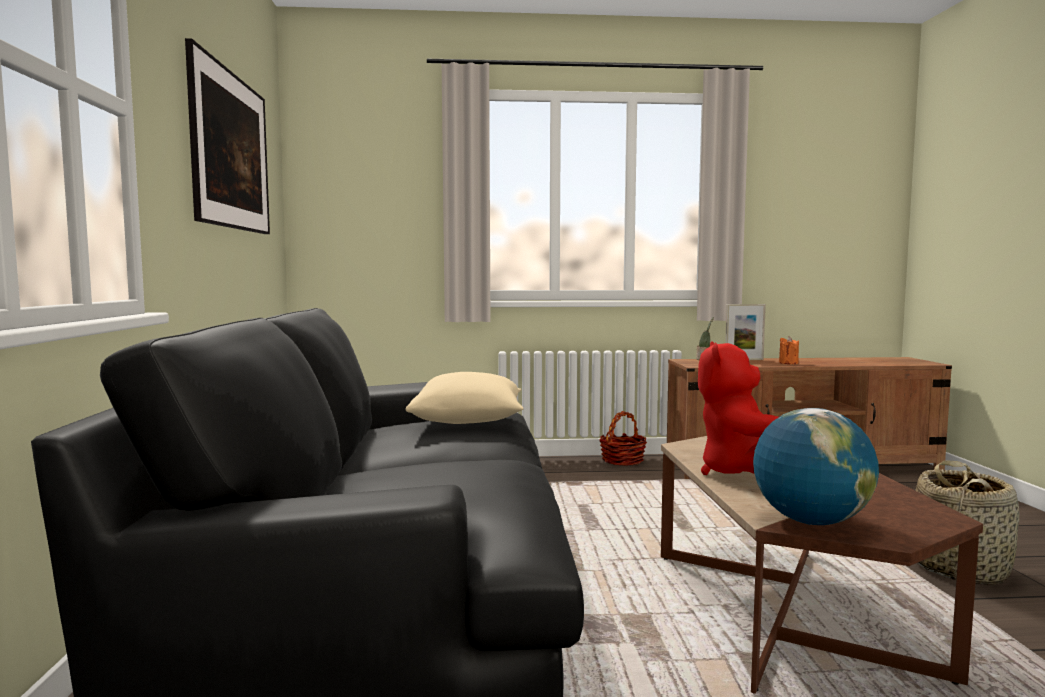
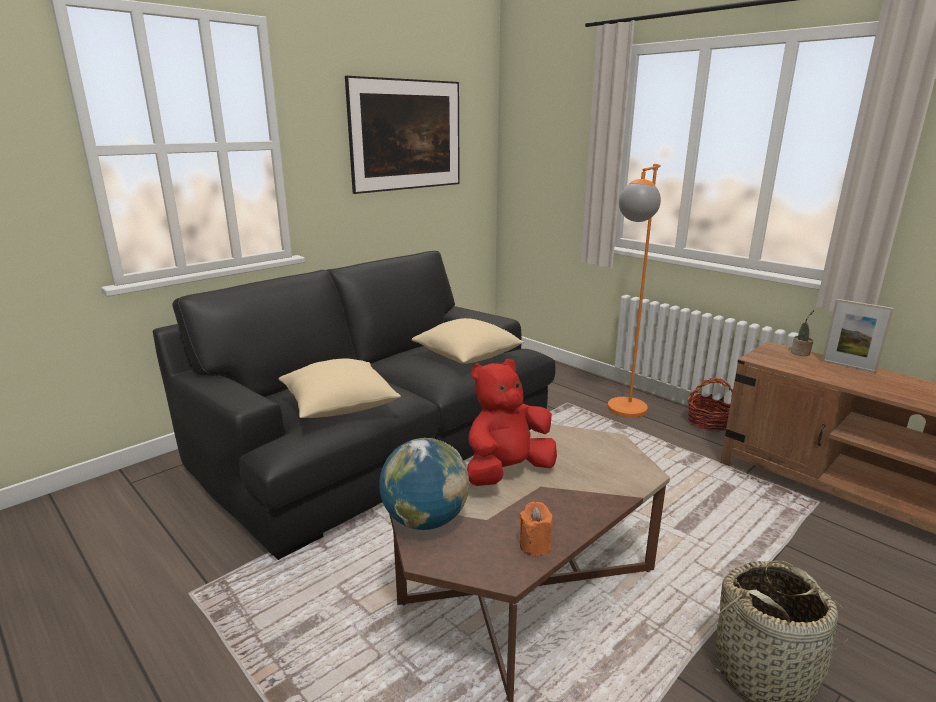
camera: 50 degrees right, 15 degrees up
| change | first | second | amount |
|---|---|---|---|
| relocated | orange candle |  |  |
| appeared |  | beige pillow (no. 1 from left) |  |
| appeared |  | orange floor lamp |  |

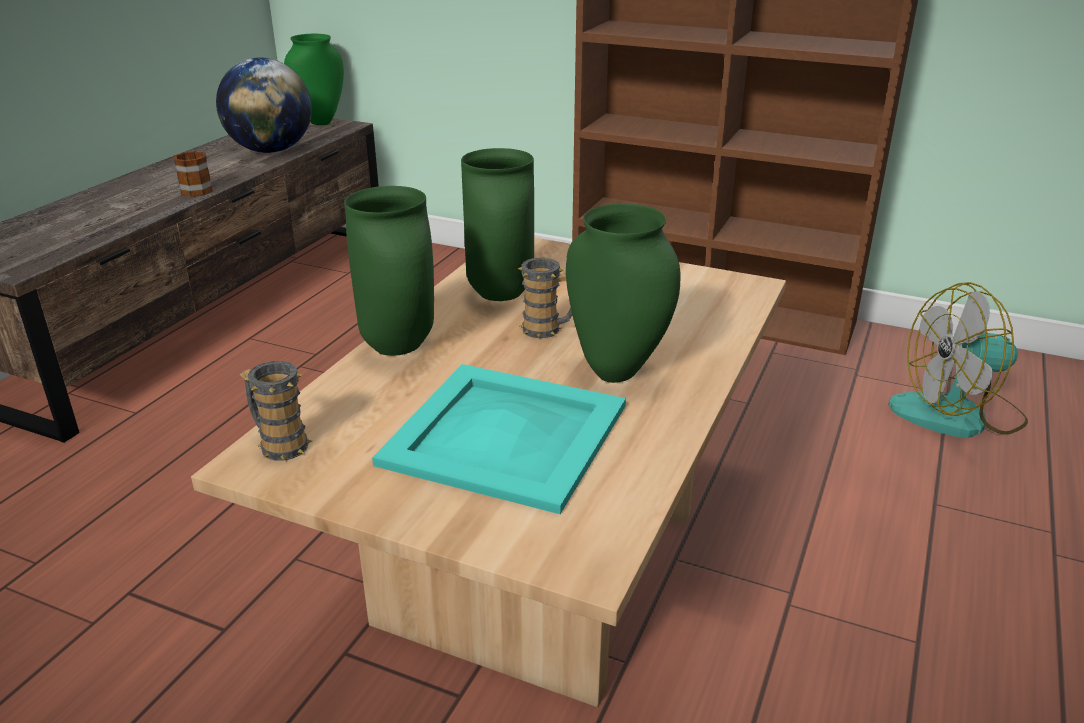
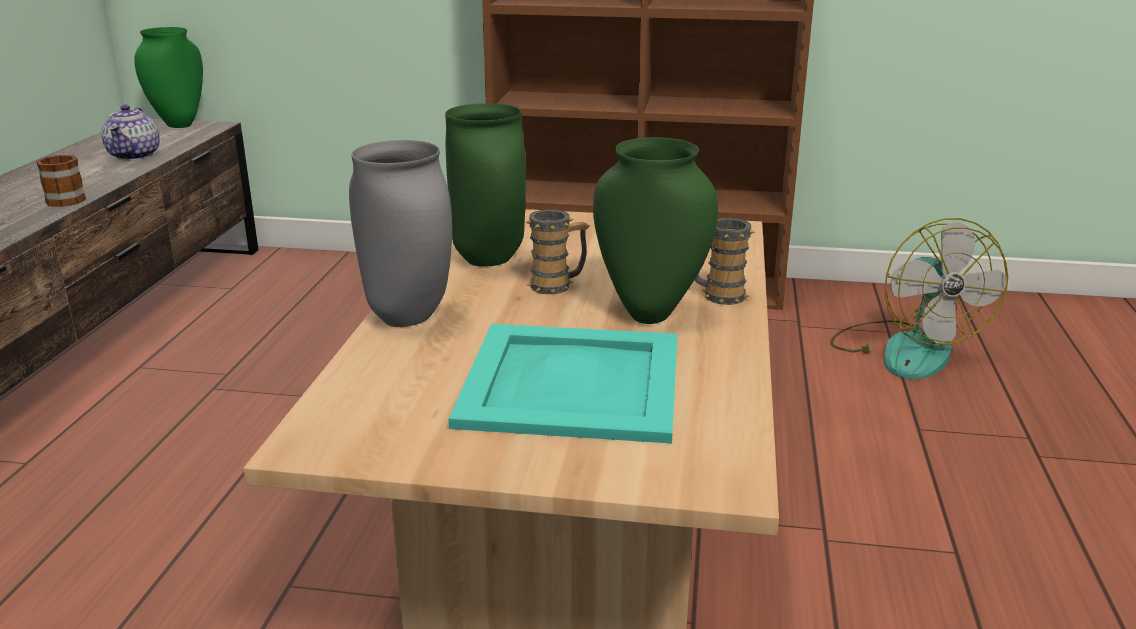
camera: 15 degrees left, 5 degrees down
| change | first | second | amount |
|---|---|---|---|
| exchanged | globe | teapot |  |
| relocated | mug (no. 2 from left in the first image) | mug (no. 3 from left) |  |
| colour | green vase (no. 2 from left) | grey vase |  |
| spun | fan |  | 75 degrees counterclockwise |

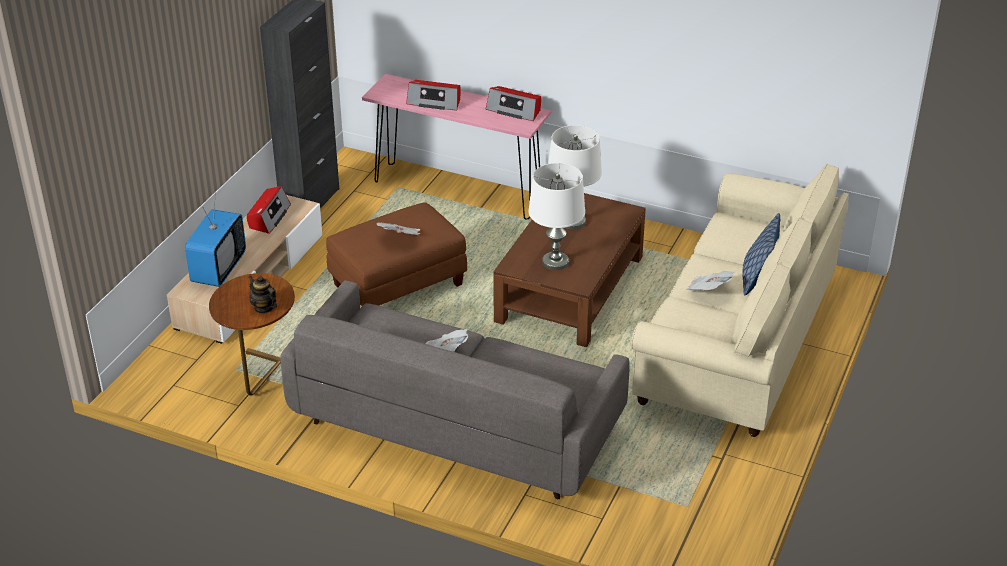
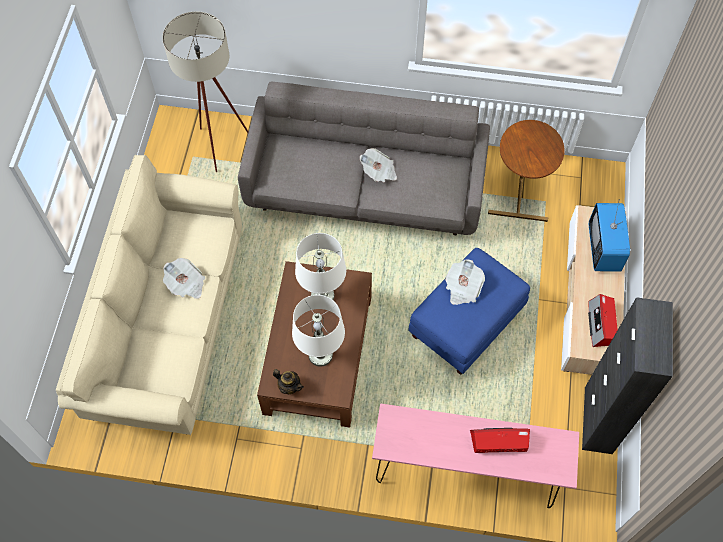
camera: 165 degrees right, 25 degrees up
| change | first | second | amount |
|---|---|---|---|
| relocated | teapot |  |  |
| colour | brown ottoman | blue ottoman |  |
| missing | radio (no. 3 from left) |  |  |
| missing | pillow |  |  |
| appeared |  | beige floor lamp |  |

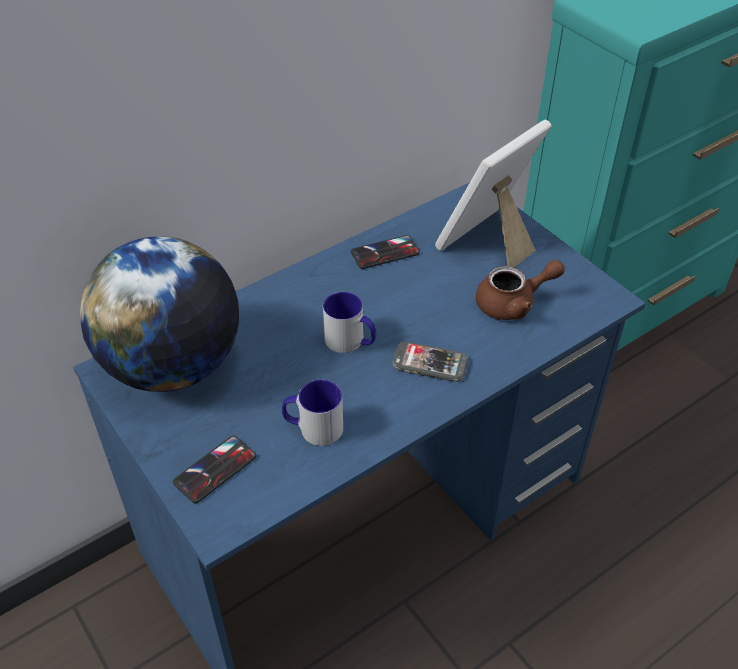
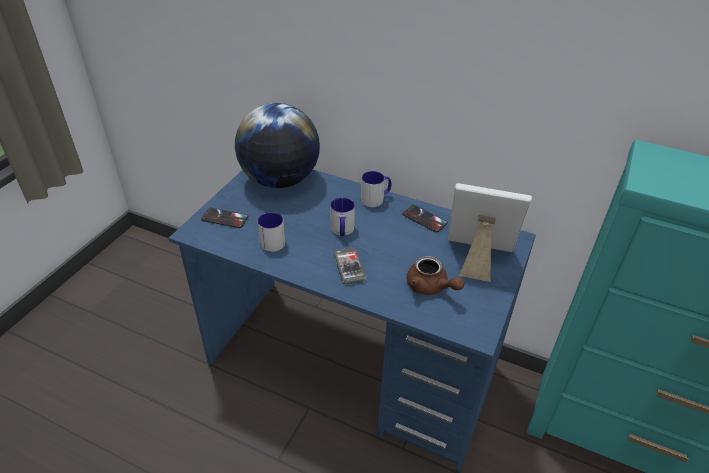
camera: 60 degrees right, 5 degrees down
| change | first | second | amount |
|---|---|---|---|
| appeared |  | mug (no. 3 from left) |  |

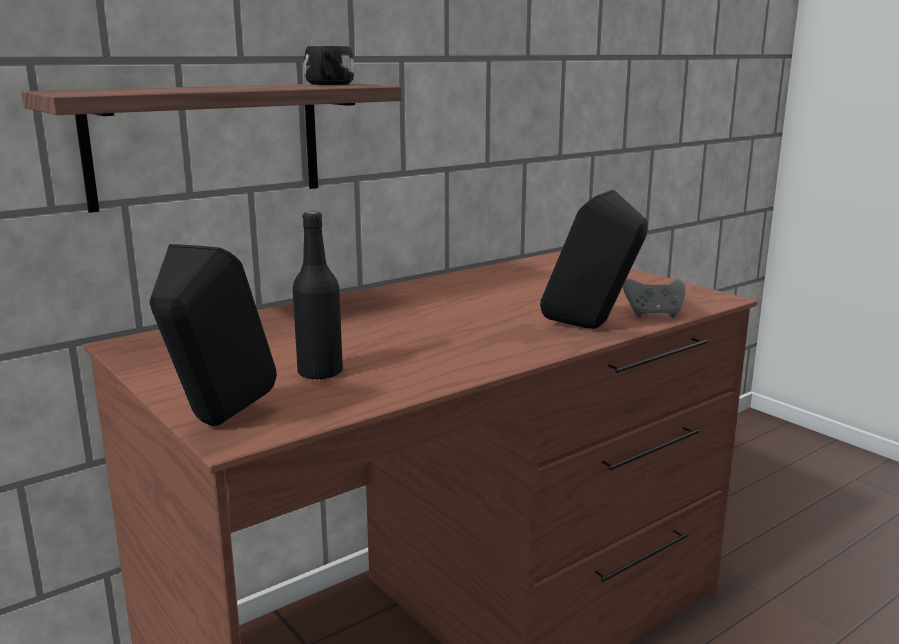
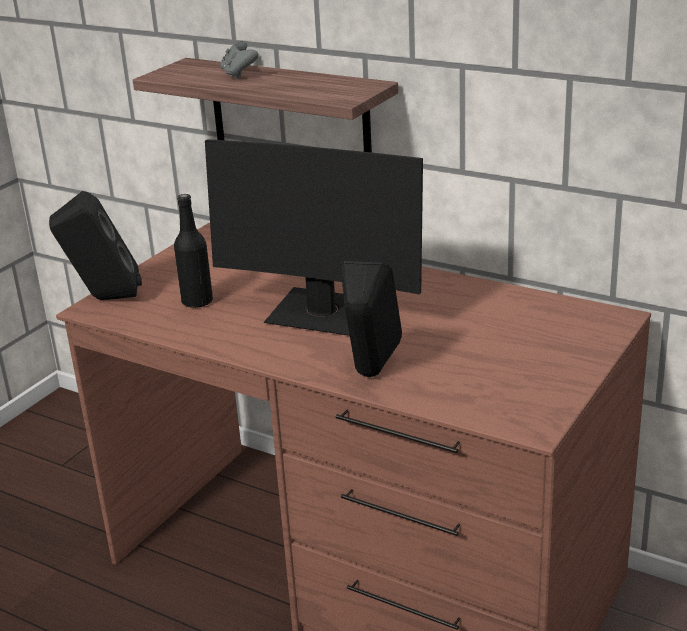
camera: 70 degrees right, 10 degrees up
| change | first | second | amount |
|---|---|---|---|
| missing | black mug |  |  |
| relocated | grey game controller |  |  |
| appeared |  | monitor |  |

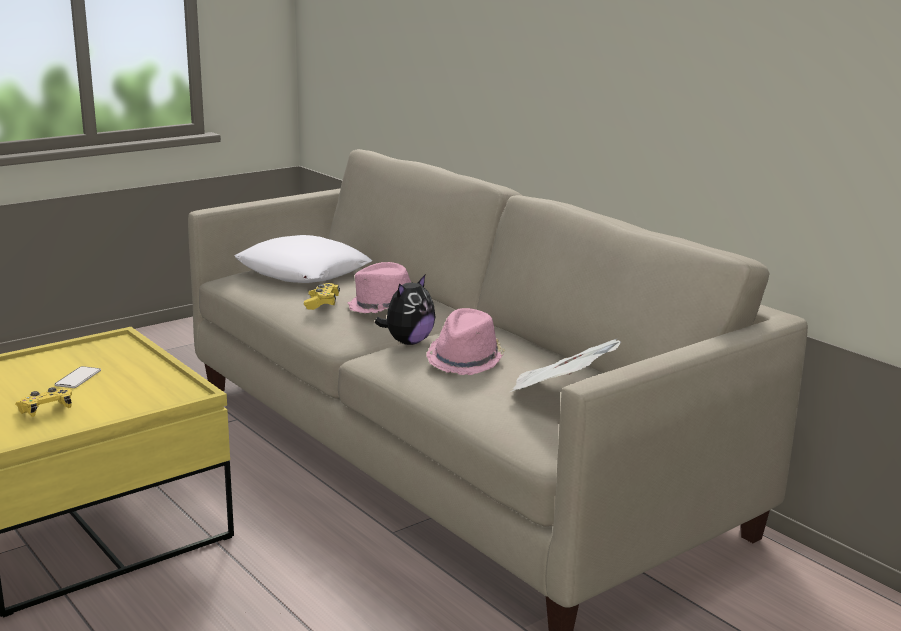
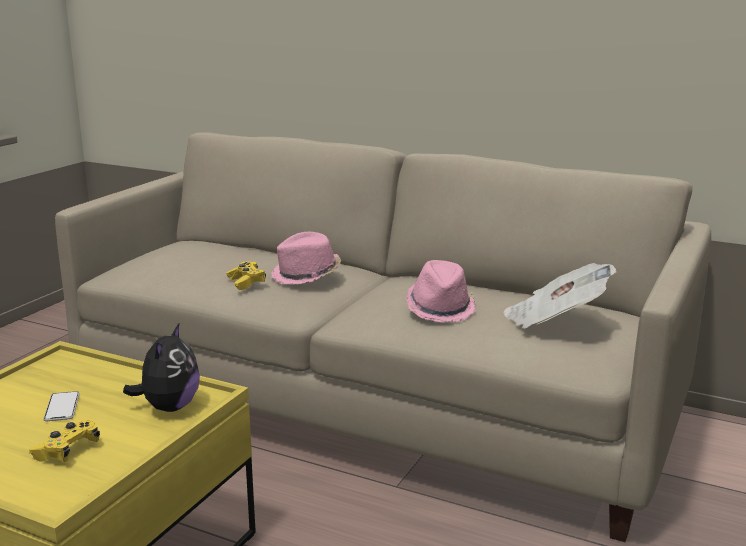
camera: 25 degrees left, 0 degrees up
| change | first | second | amount |
|---|---|---|---|
| missing | white pillow |  |  |
| relocated | plush toy |  |  |

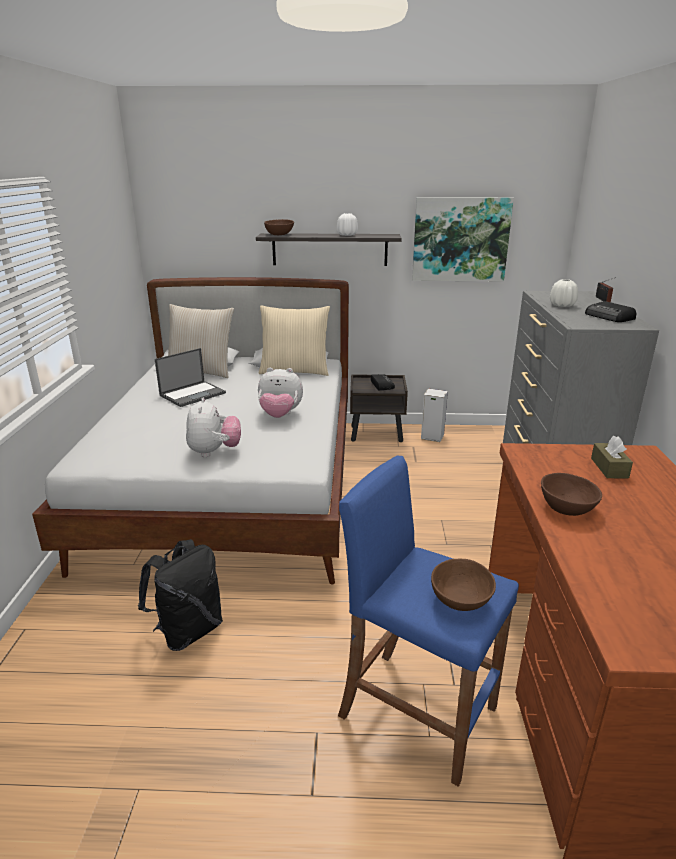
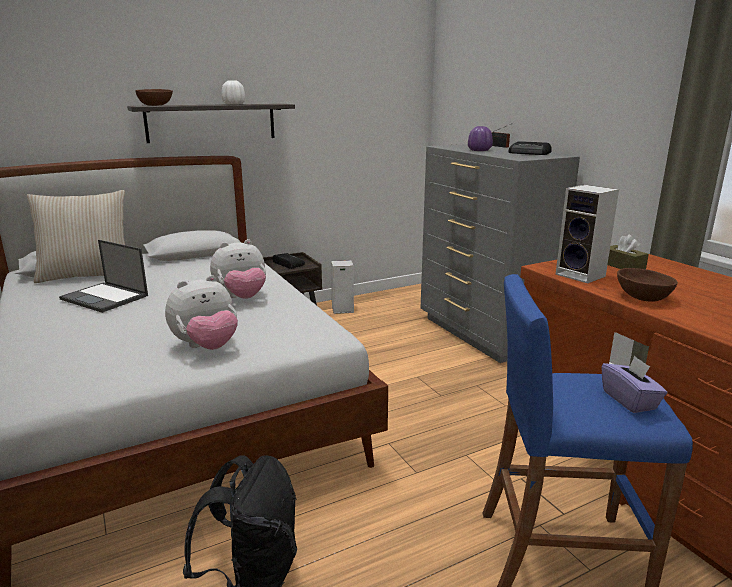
camera: 30 degrees left, 5 degrees down
| change | first | second | amount |
|---|---|---|---|
| spun | laptop |  | 105 degrees clockwise |
| spun | plush toy (no. 1 from left) |  | 90 degrees clockwise |
| missing | beige pillow (no. 2 from left) |  |  |
| missing | picture |  |  |
| exchanged | brown bowl (no. 2 from left) | purple tissue box |  |
| colour | white vase (no. 2 from left) | purple vase |  |
| appeared |  | speaker (no. 2 from left) |  |

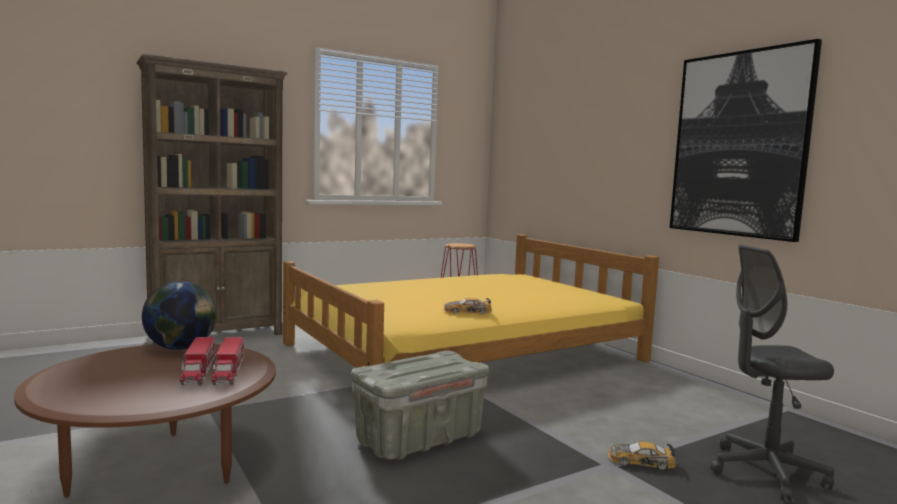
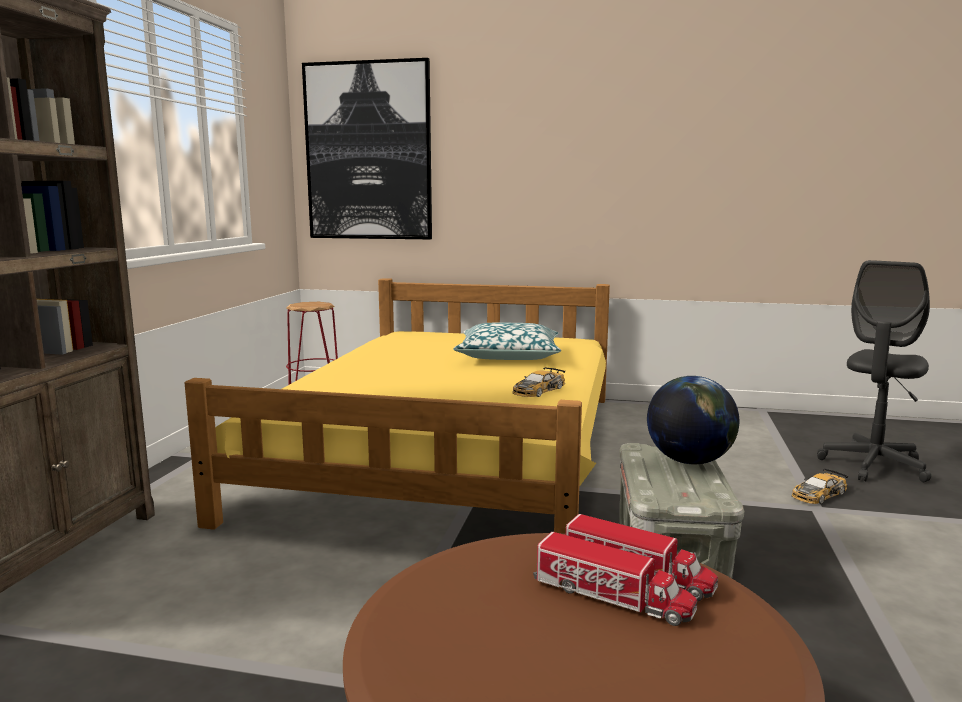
camera: 45 degrees left, 5 degrees up
| change | first | second | amount |
|---|---|---|---|
| relocated | globe |  |  |
| relocated | picture |  |  |
| appeared |  | pillow |  |

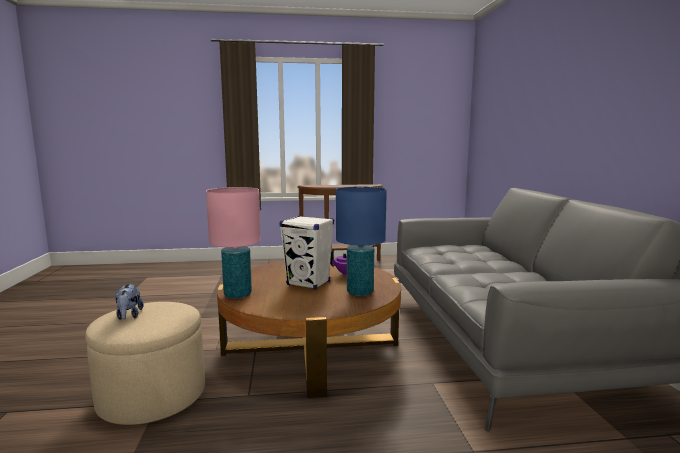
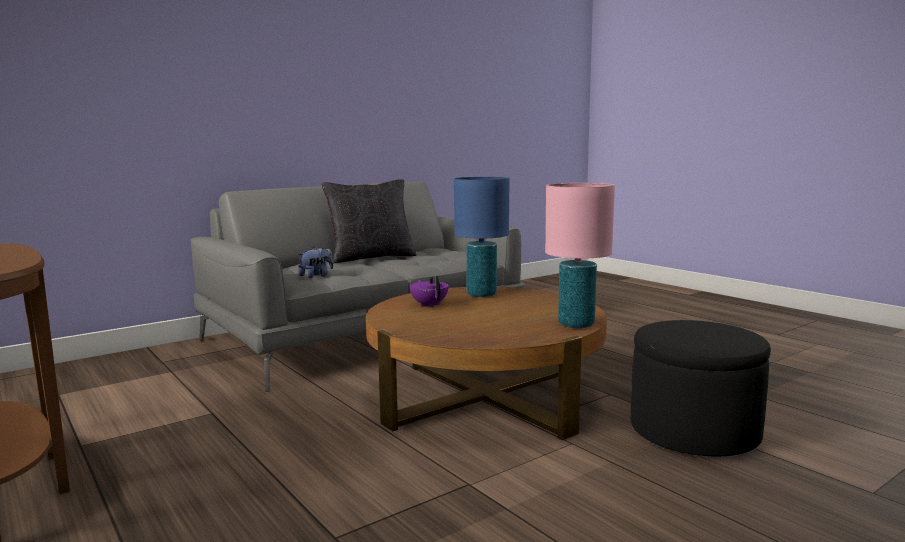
camera: 120 degrees left, 0 degrees up
| change | first | second | amount |
|---|---|---|---|
| colour | beige ottoman | black ottoman |  |
| relocated | plush toy |  |  |
| missing | white speaker |  |  |
| appeared |  | black pillow |  |

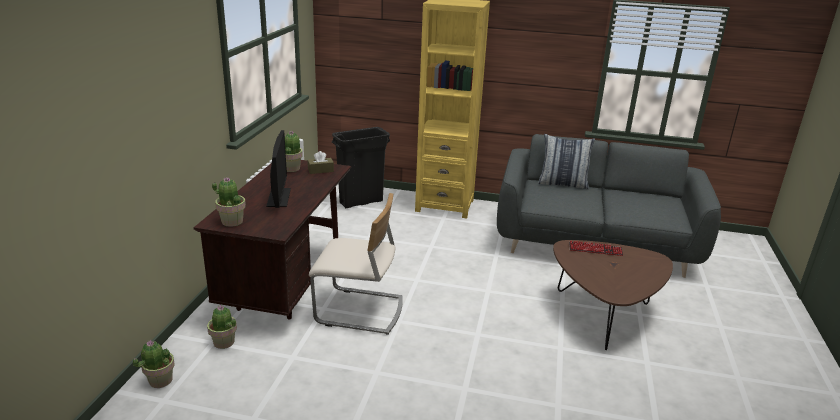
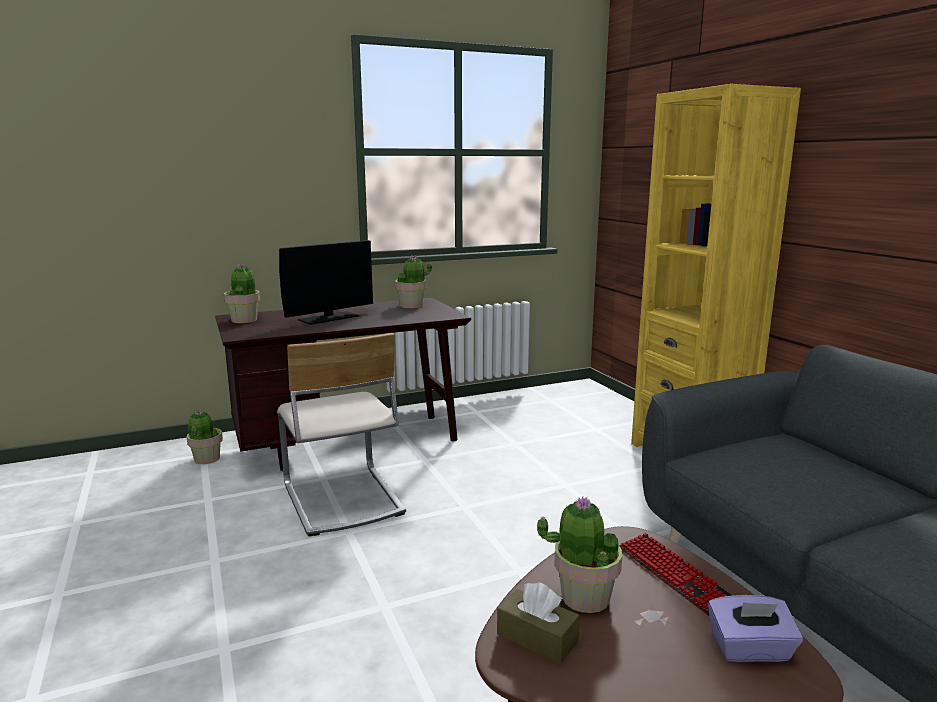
camera: 55 degrees right, 10 degrees down
| change | first | second | amount |
|---|---|---|---|
| relocated | potted plant (no. 1 from left in the first image) | potted plant (no. 4 from left) |  |
| relocated | brown tissue box |  |  |
| missing | black trash can |  |  |
| missing | pillow |  |  |
| appeared |  | purple tissue box |  |

